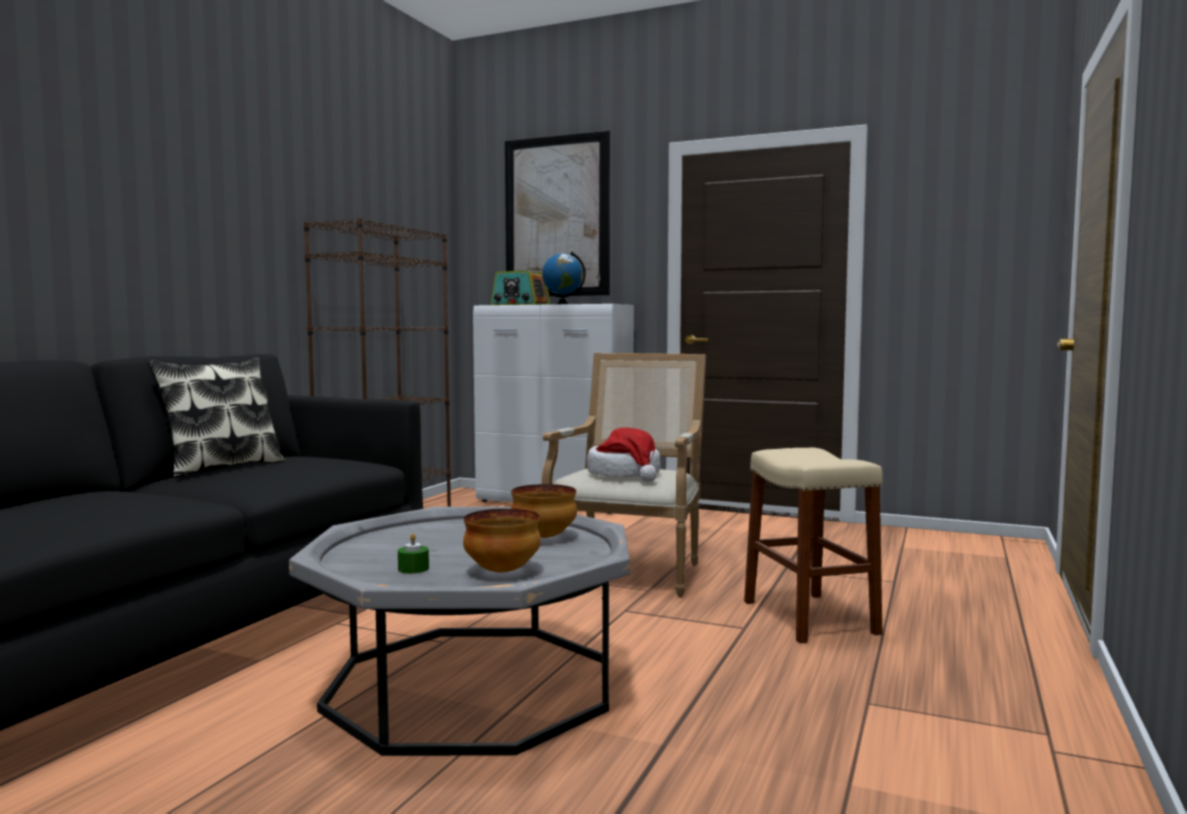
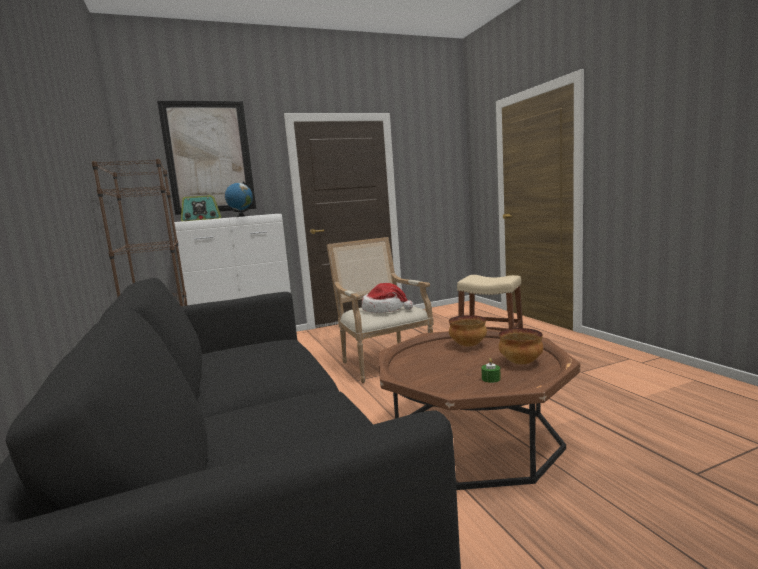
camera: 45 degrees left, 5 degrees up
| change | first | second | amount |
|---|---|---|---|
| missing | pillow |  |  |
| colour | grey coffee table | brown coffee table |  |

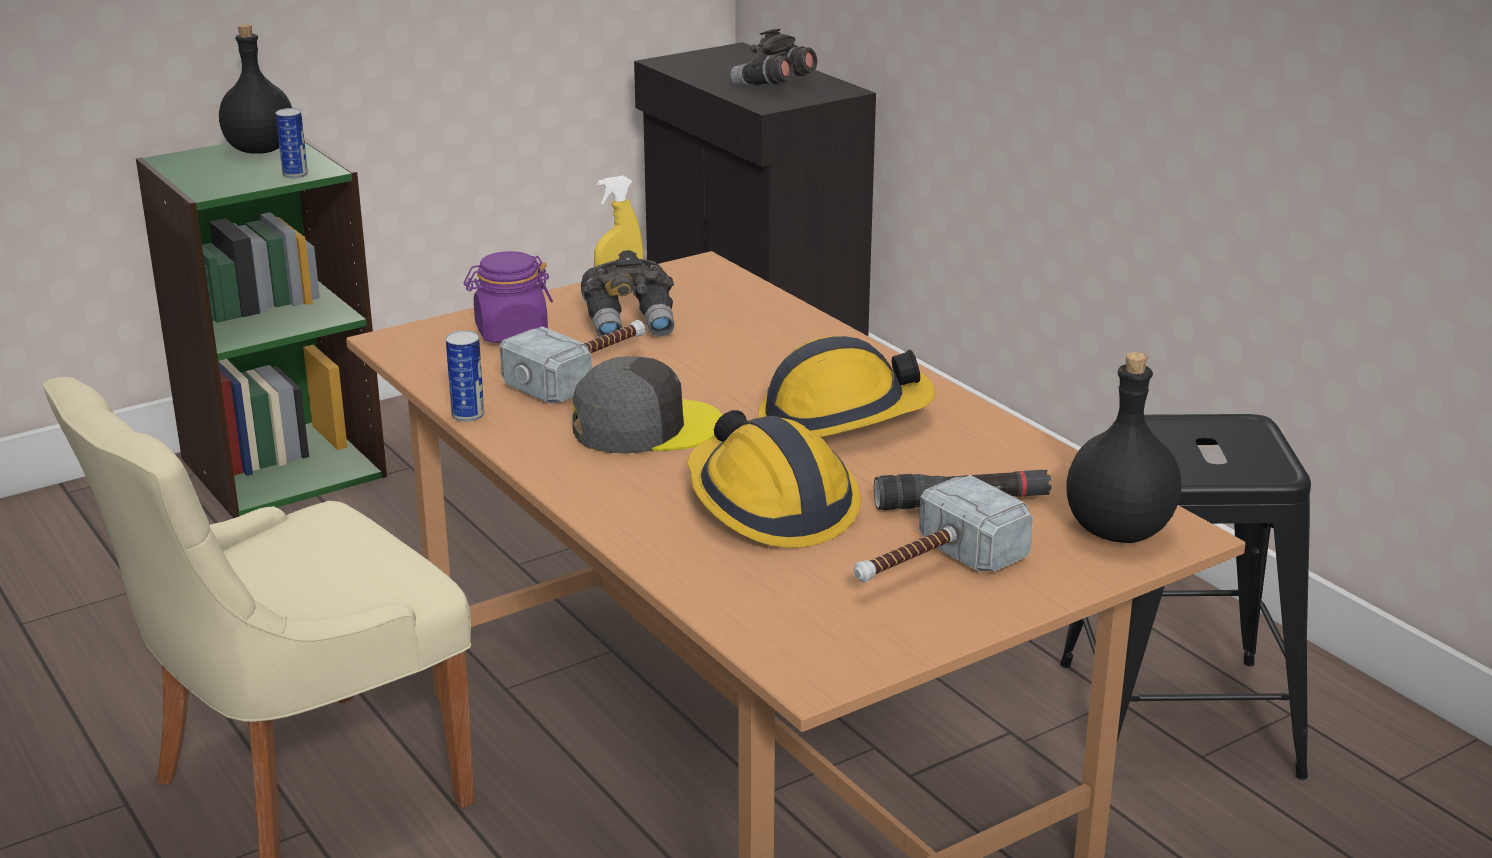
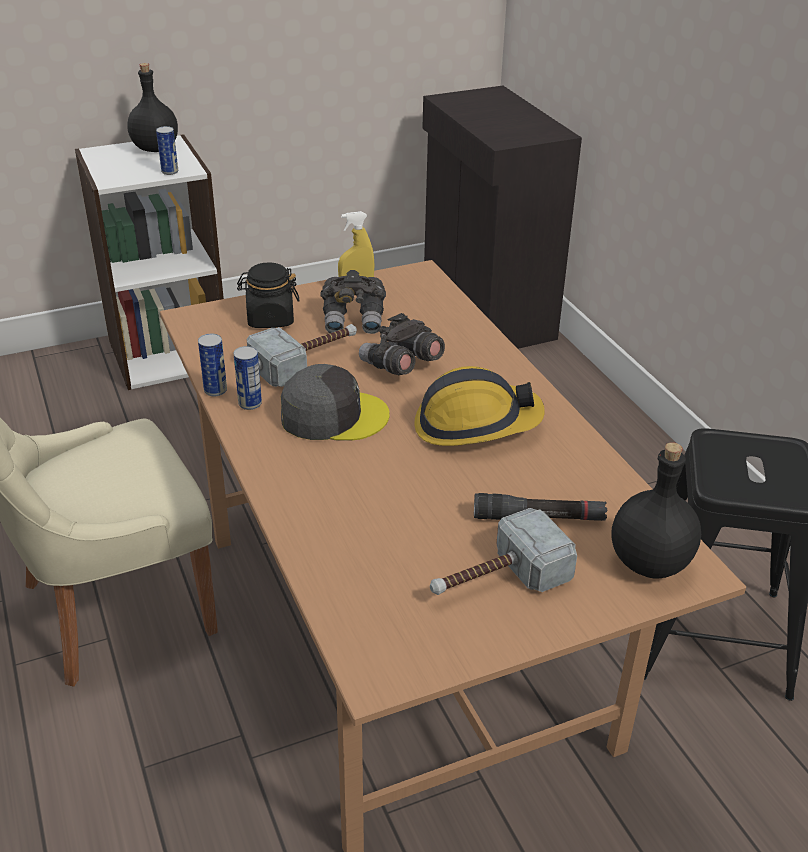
camera: 10 degrees right, 10 degrees up
| change | first | second | amount |
|---|---|---|---|
| colour | green bookcase | white bookcase |  |
| colour | purple jar | black jar |  |
| missing | hard hat (no. 1 from left) |  |  |
| relocated | grey binoculars (no. 2 from left) |  |  |
| appeared |  | can (no. 3 from left) |  |

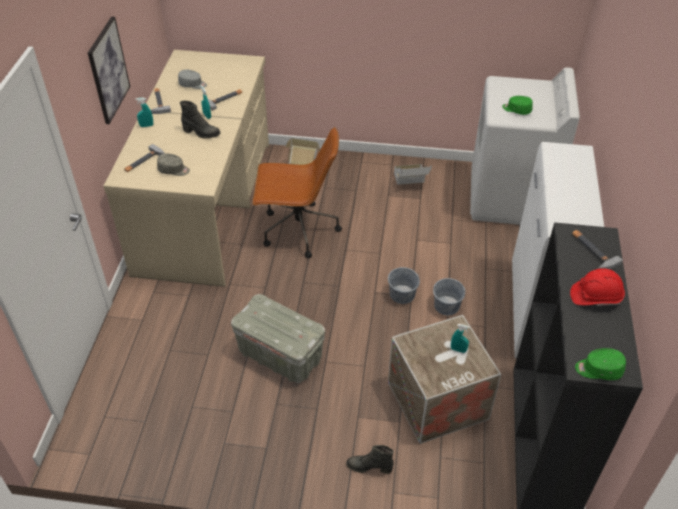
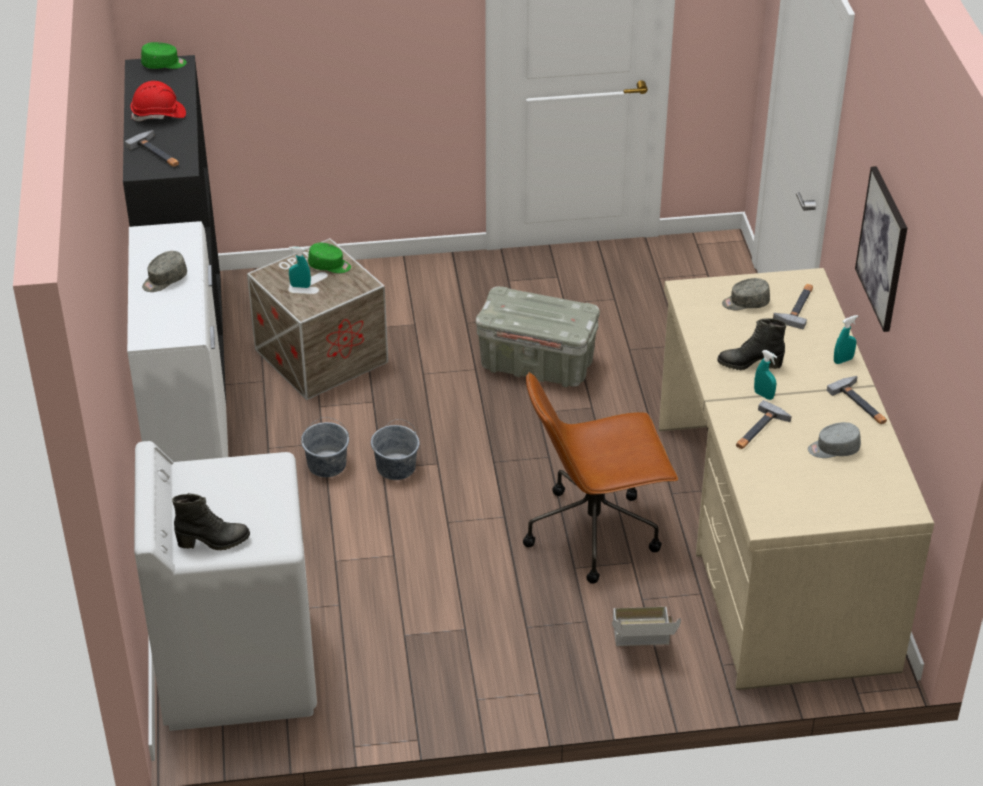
camera: 165 degrees right, 5 degrees down
| change | first | second | amount |
|---|---|---|---|
| relocated | black boot (no. 2 from left in the first image) | black boot (no. 1 from left) |  |
| missing | cardboard box (no. 2 from left) |  |  |
| relocated | green cap (no. 1 from left in the first image) | green cap (no. 2 from left) |  |
| appeared |  | grey cap (no. 1 from left) |  |

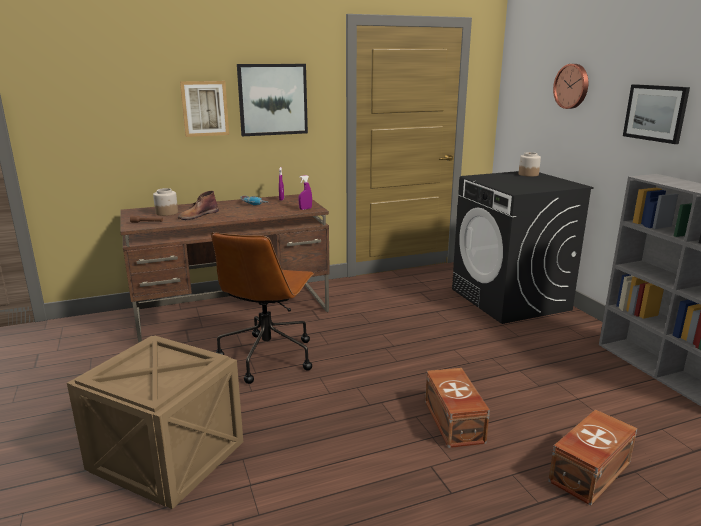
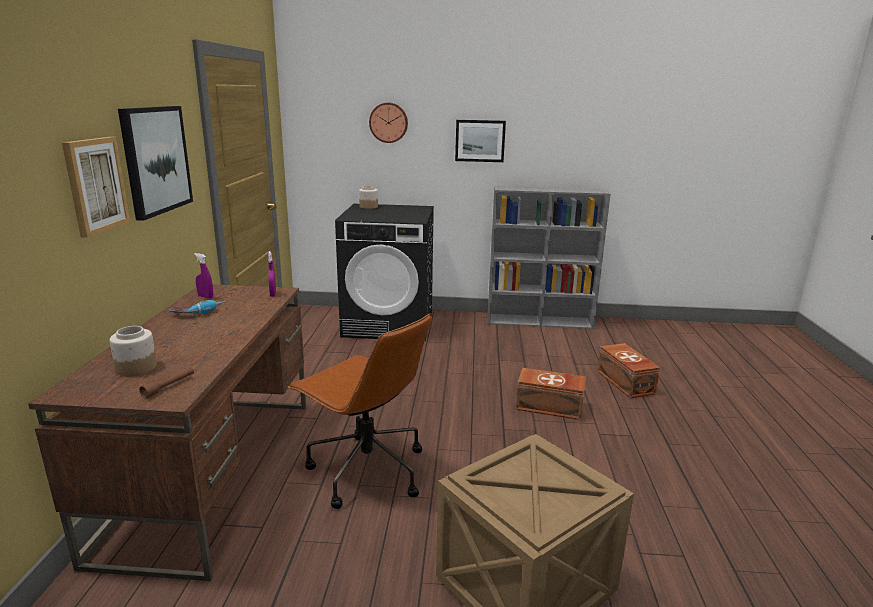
camera: 65 degrees left, 0 degrees up
| change | first | second | amount |
|---|---|---|---|
| missing | brown boot |  |  |

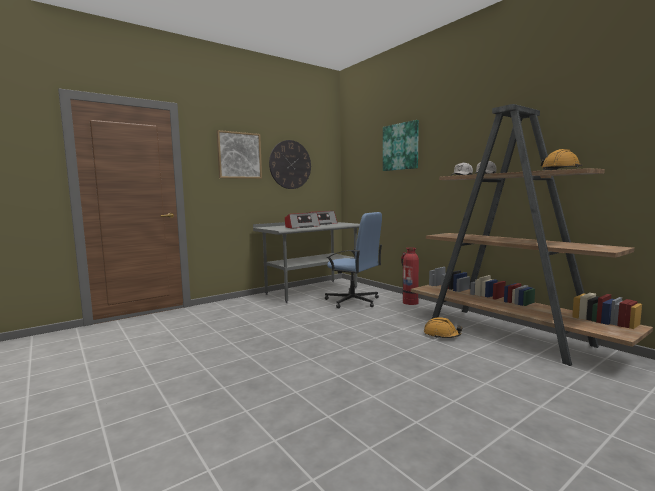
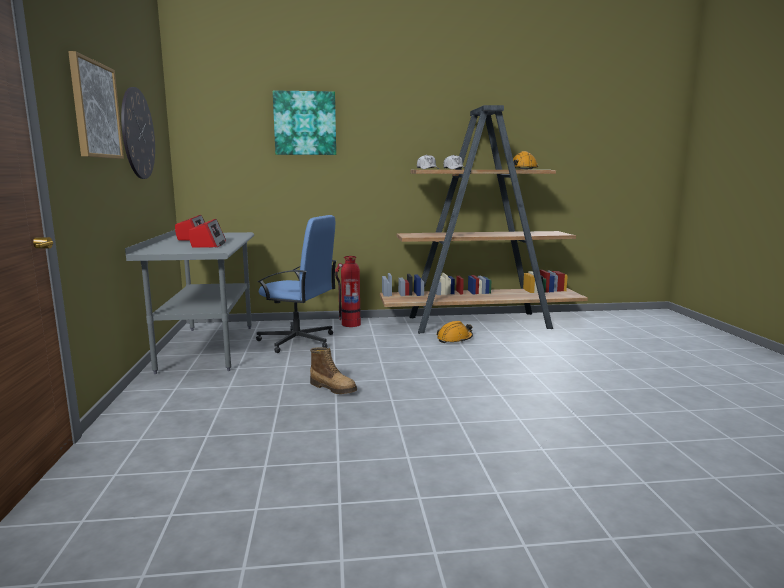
camera: 60 degrees left, 5 degrees up
| change | first | second | amount |
|---|---|---|---|
| spun | blue office chair |  | 45 degrees clockwise |
| appeared |  | boot |  |

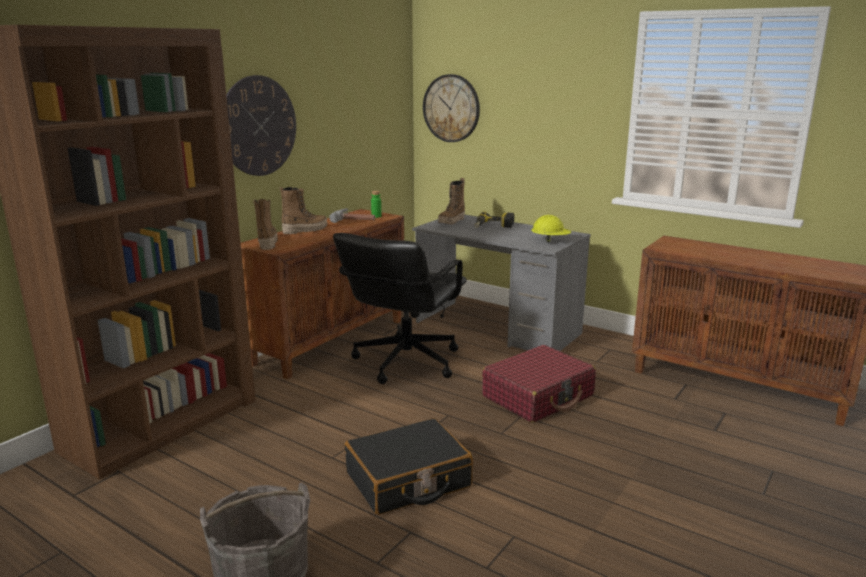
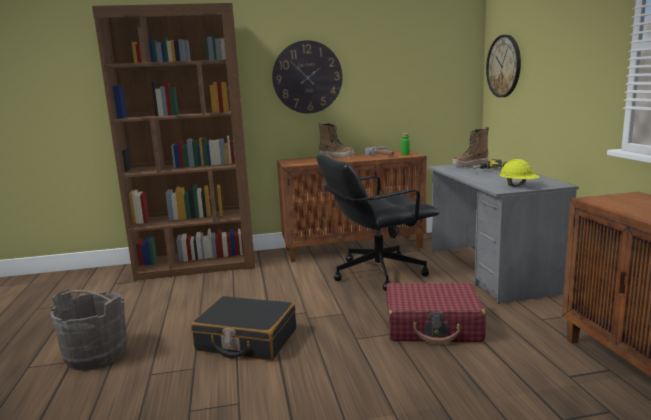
camera: 45 degrees right, 5 degrees down
| change | first | second | amount |
|---|---|---|---|
| missing | boot (no. 1 from left) |  |  |

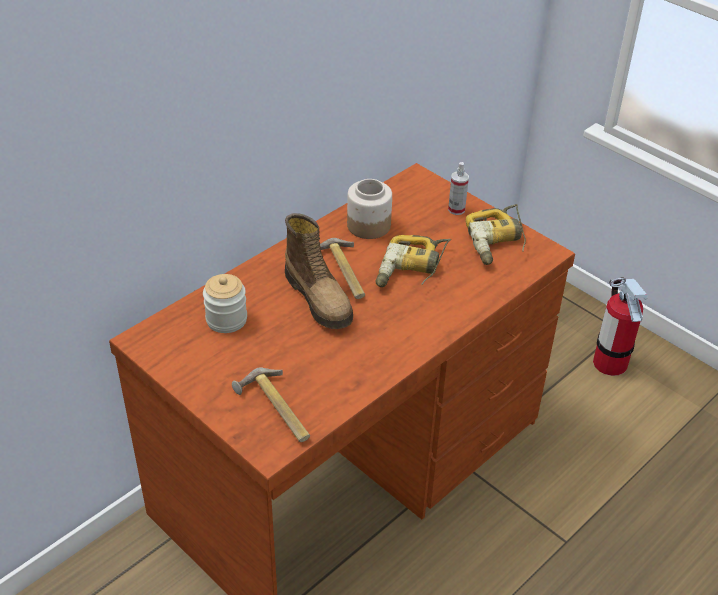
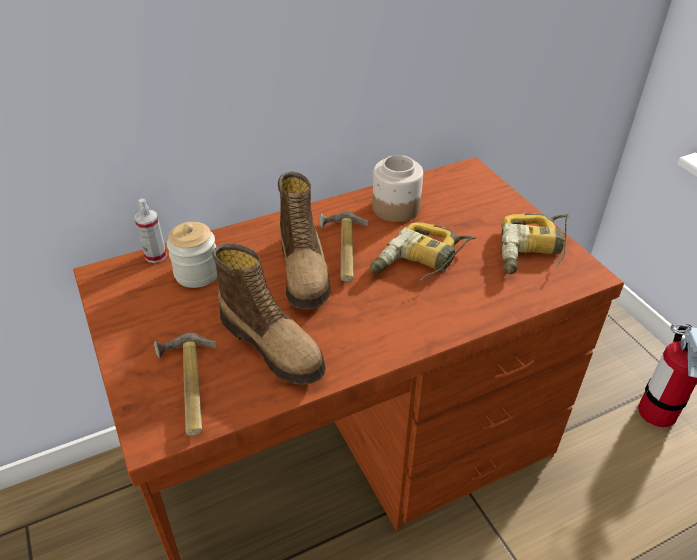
camera: 20 degrees right, 0 degrees up
| change | first | second | amount |
|---|---|---|---|
| relocated | spray bottle |  |  |
| appeared |  | boot (no. 1 from left) |  |

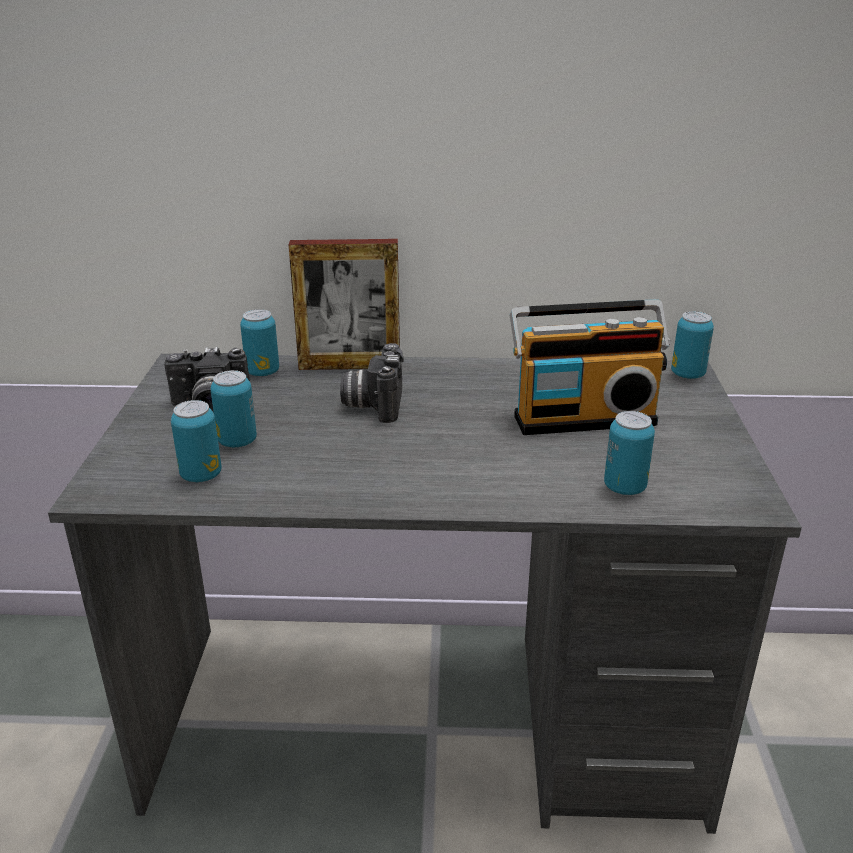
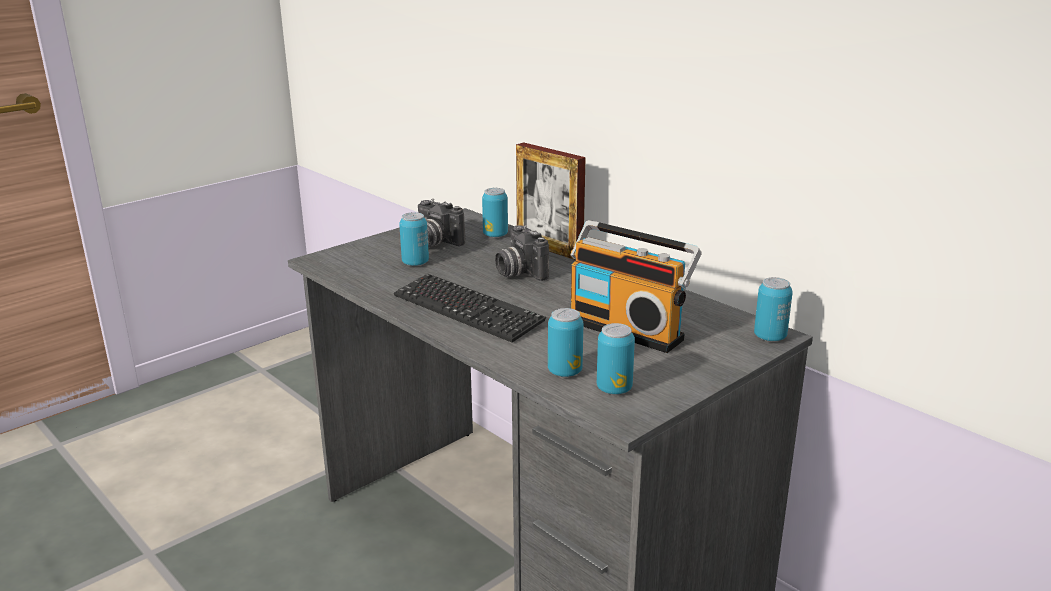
camera: 45 degrees right, 5 degrees down
| change | first | second | amount |
|---|---|---|---|
| relocated | can (no. 1 from left in the first image) | can (no. 4 from left) |  |
| spun | photo camera (no. 2 from left) |  | 75 degrees counterclockwise |
| appeared |  | keyboard |  |

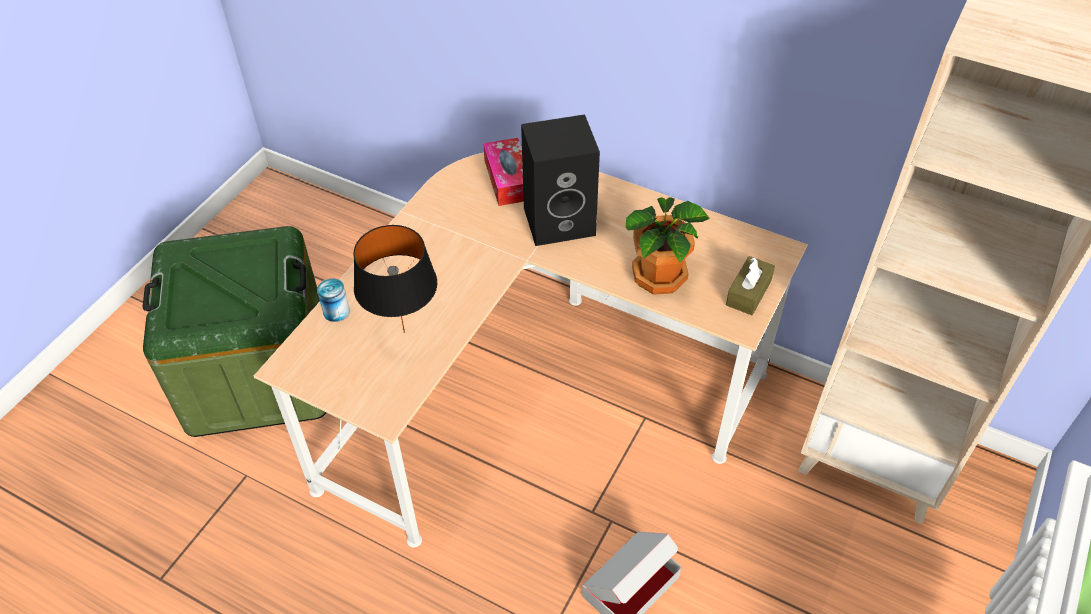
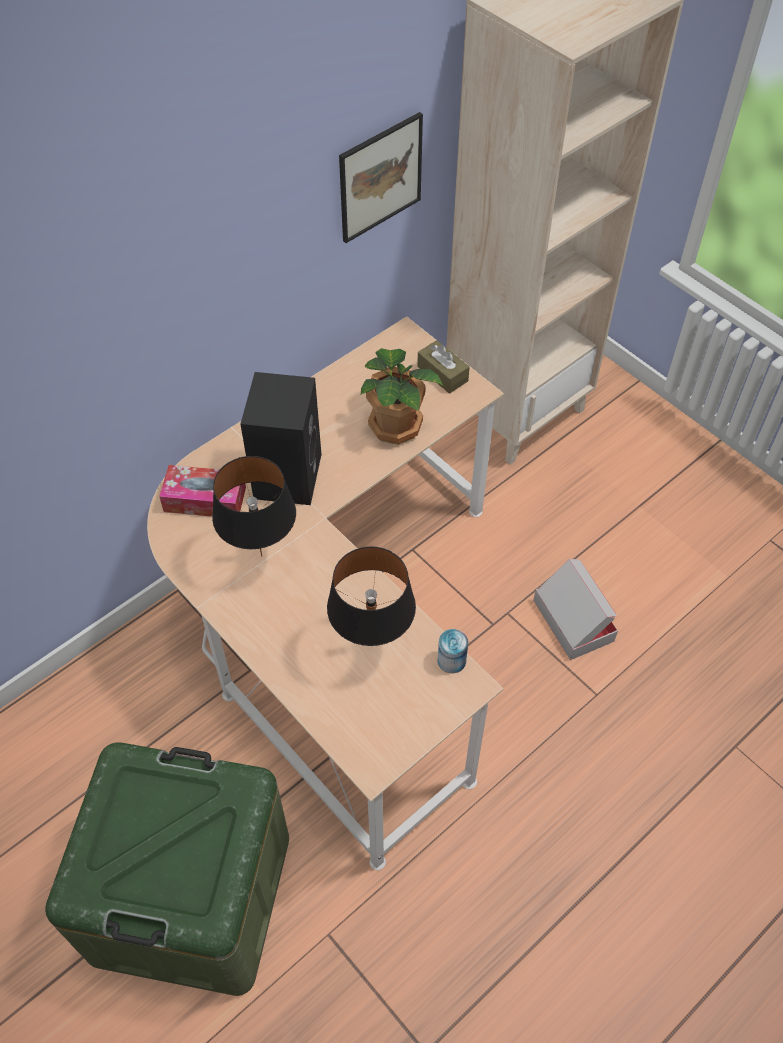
camera: 70 degrees left, 5 degrees up
| change | first | second | amount |
|---|---|---|---|
| relocated | can |  |  |
| appeared |  | black table lamp (no. 1 from left) |  |
| appeared |  | picture |  |

